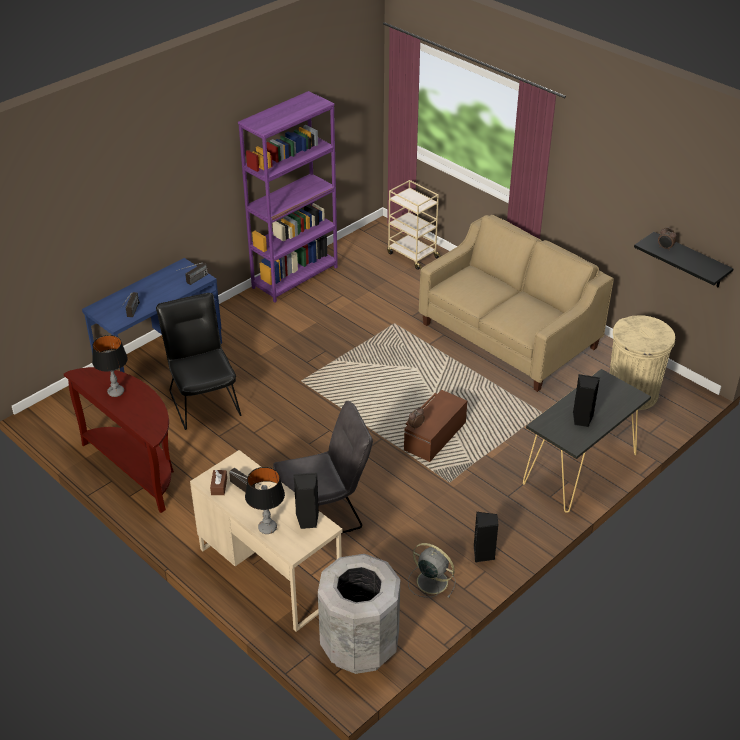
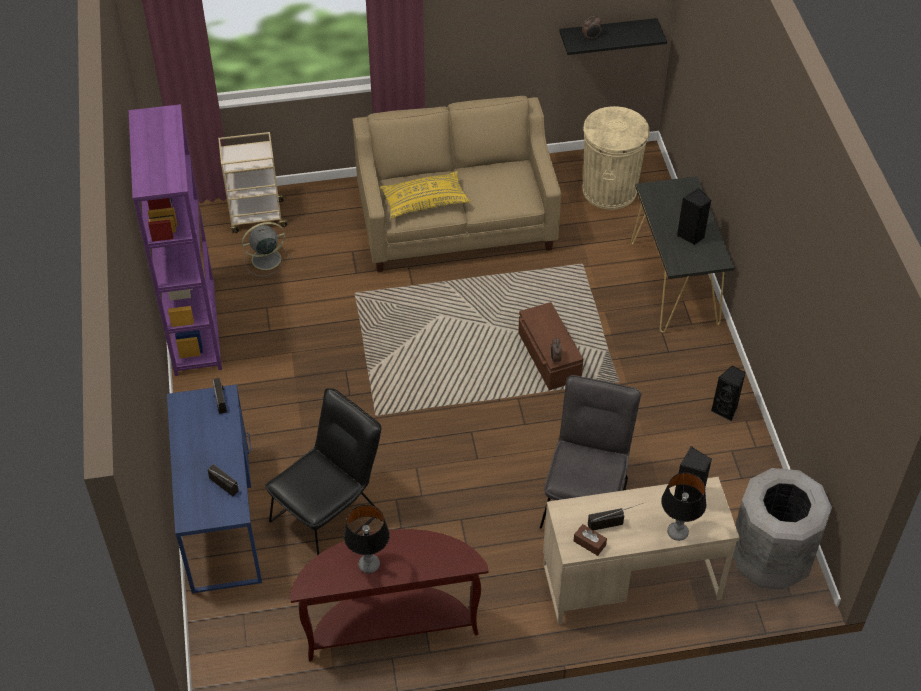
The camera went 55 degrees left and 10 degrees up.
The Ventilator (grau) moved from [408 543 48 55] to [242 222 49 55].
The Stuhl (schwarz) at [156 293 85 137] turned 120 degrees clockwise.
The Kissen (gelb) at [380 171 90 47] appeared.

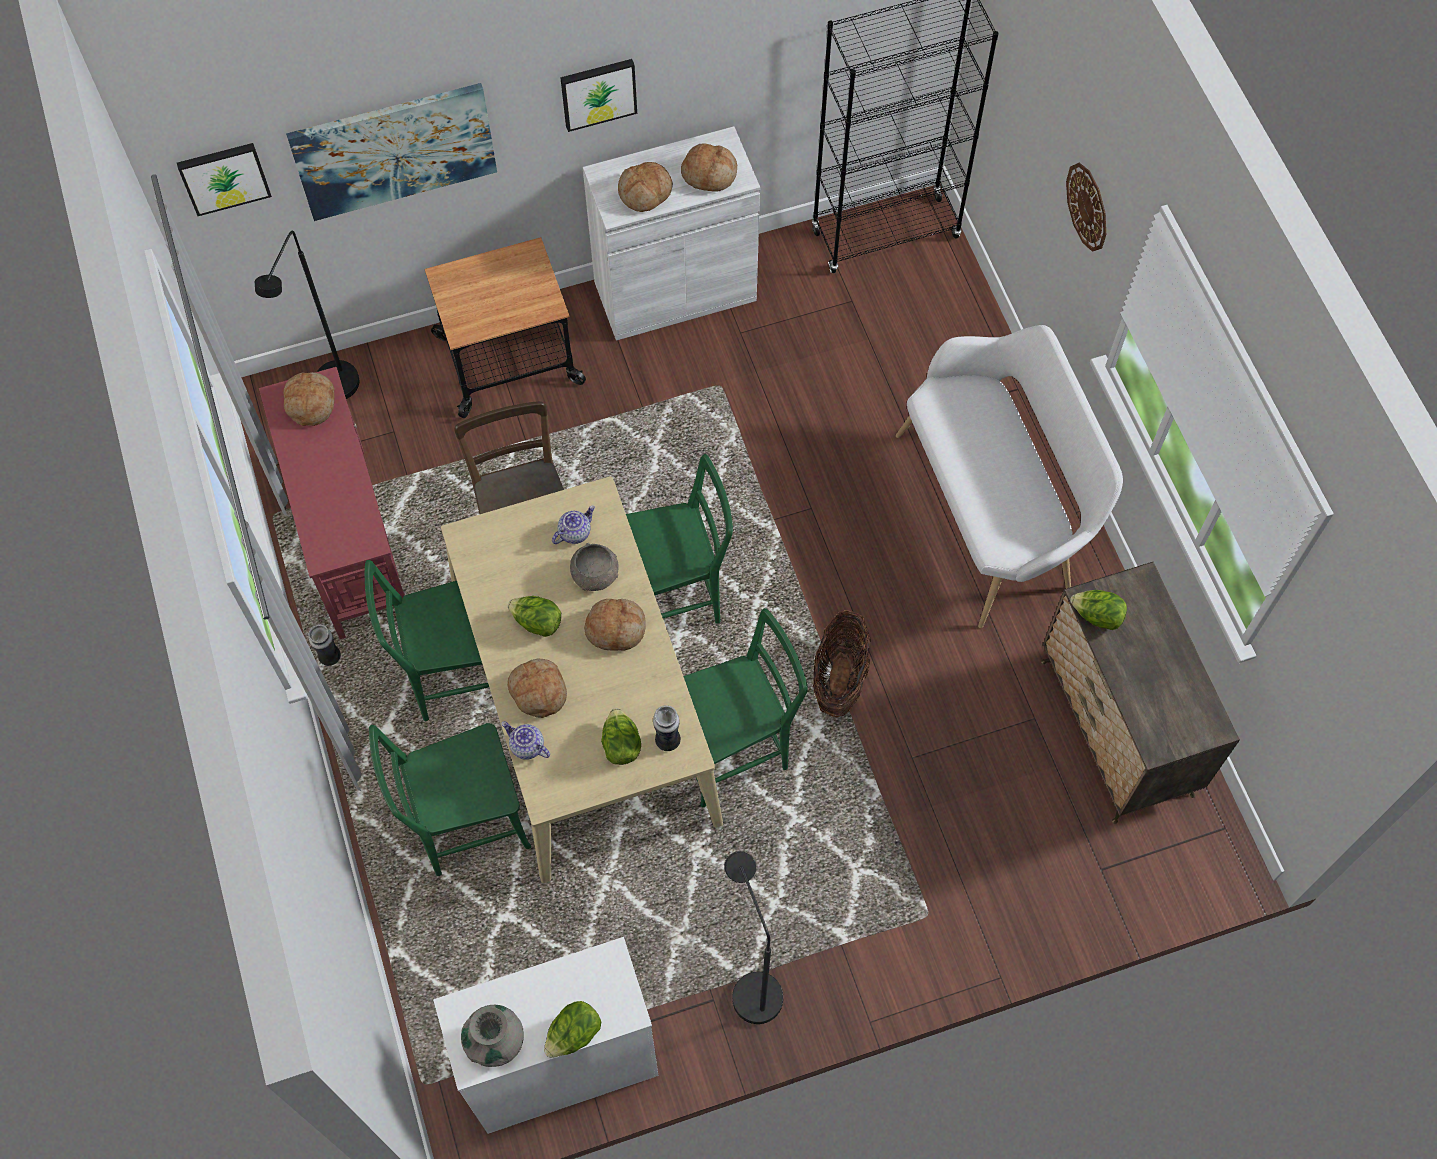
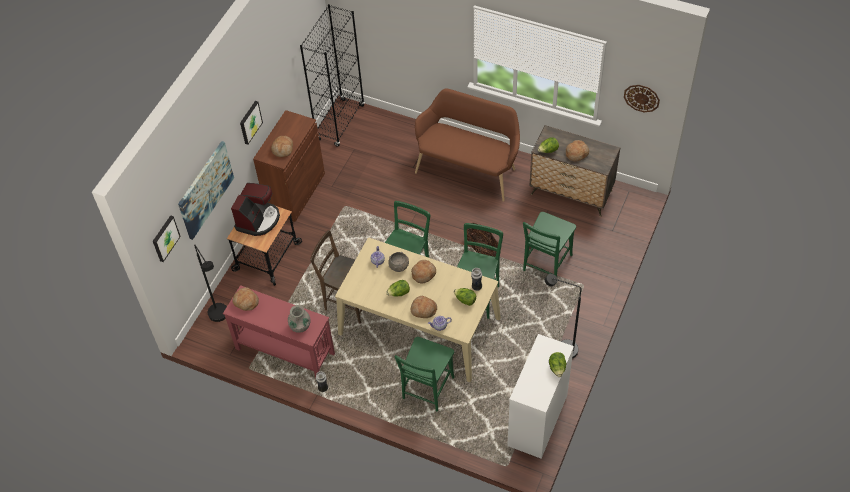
The camera went 45 degrees left and 10 degrees down.
The Kaffeemaschine at [231 183 49 53] appeared.
The Schrank (weiß) at [583 126 177 215] became the Schrank (braun) at [253 110 72 112].
The Vase (grau) moved from [461 1005 63 62] to [288 305 22 28].
The Bank (weiß) at [896 325 227 303] became the Bank (braun) at [415 89 105 113].
The Stuhl (grün) moved from [365 560 124 161] to [523 212 53 65].
The Brot moved from [681 143 56 49] to [566 140 23 21].
The Wanduhr moved from [1066 163 40 89] to [624 85 36 27].

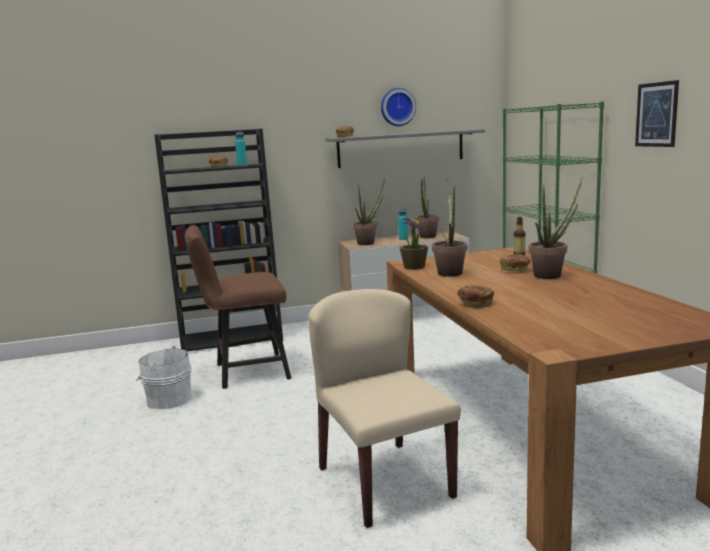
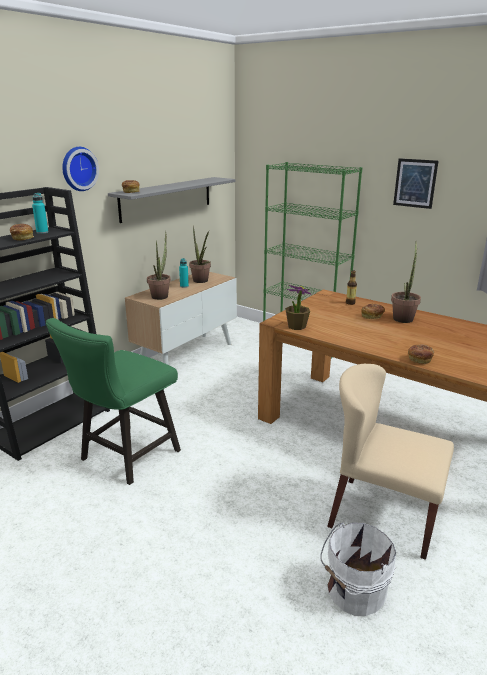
The camera went 40 degrees left and 10 degrees up.
The Stuhl (braun) at [185 225 106 164] became the Stuhl (grün) at [46 318 135 167].
The Wanduhr moved from [381 88 35 38] to [62 147 37 44].
The Eimer (weiß) moved from [136 346 56 63] to [320 523 76 93].
The Topfpflanze at [432 179 35 98] disappeared.

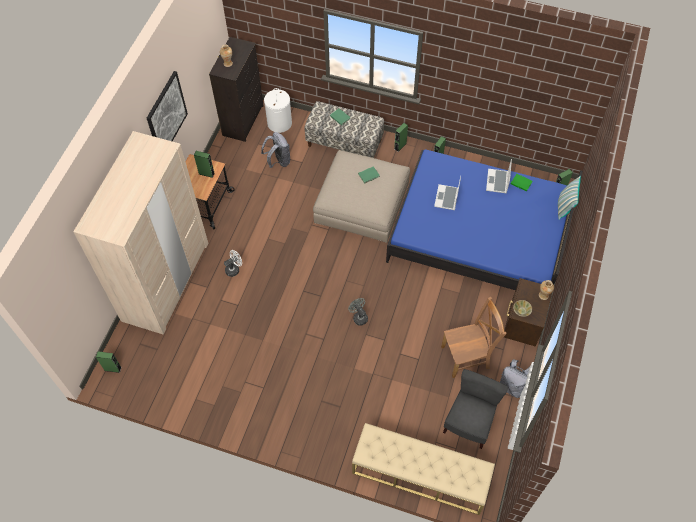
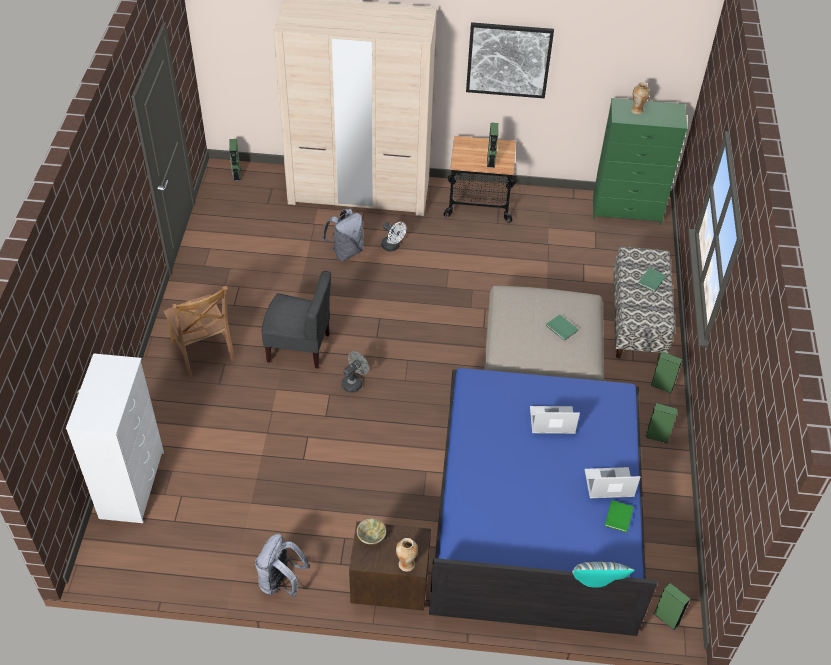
The camera went 75 degrees right and 10 degrees down.
The Bank (beige) at [352 423 143 92] was replaced by the Kommode (weiß) at [66 353 98 170].
The Stuhl (braun) moved from [441 297 65 81] to [164 286 71 92].
The Stuhl (grau) moved from [443 369 65 80] to [261 271 70 97].
The Rucksack (grau) moved from [261 132 30 36] to [322 209 41 52].
The Kommode (schwarz) at [209 37 55 105] became the Kommode (grün) at [593 98 95 127].
The Wäschekorb (weiß) at [264 88 28 45] disappeared.

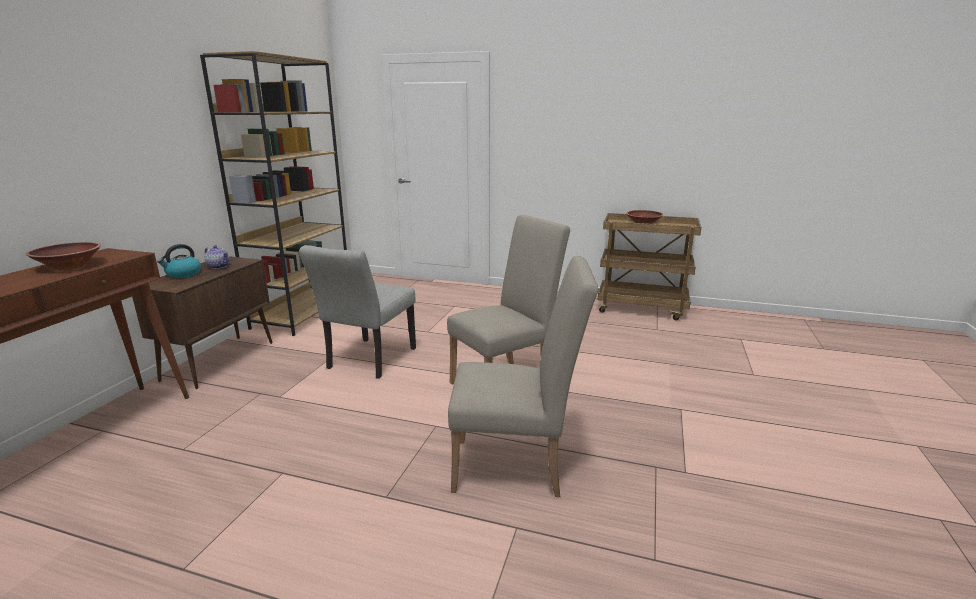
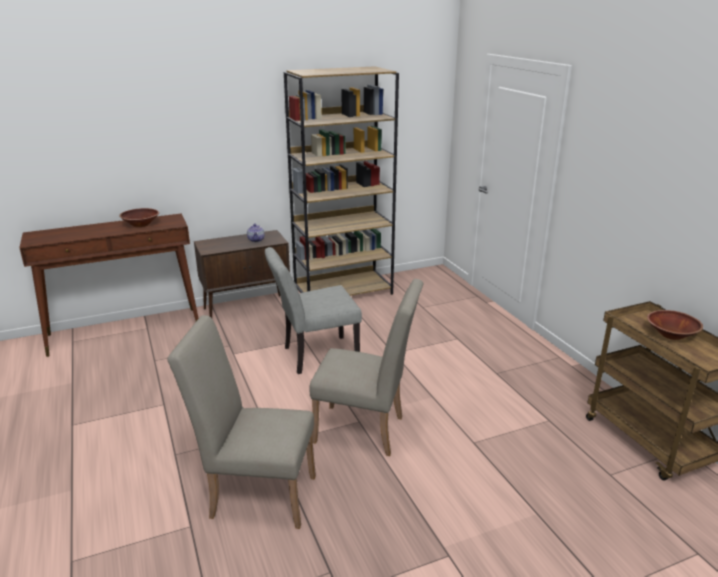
The camera went 50 degrees right and 5 degrees up.
The Stuhl (beige) at [448 256 151 241] turned 135 degrees clockwise.
The Wasserkessel at [157 244 44 34] disappeared.

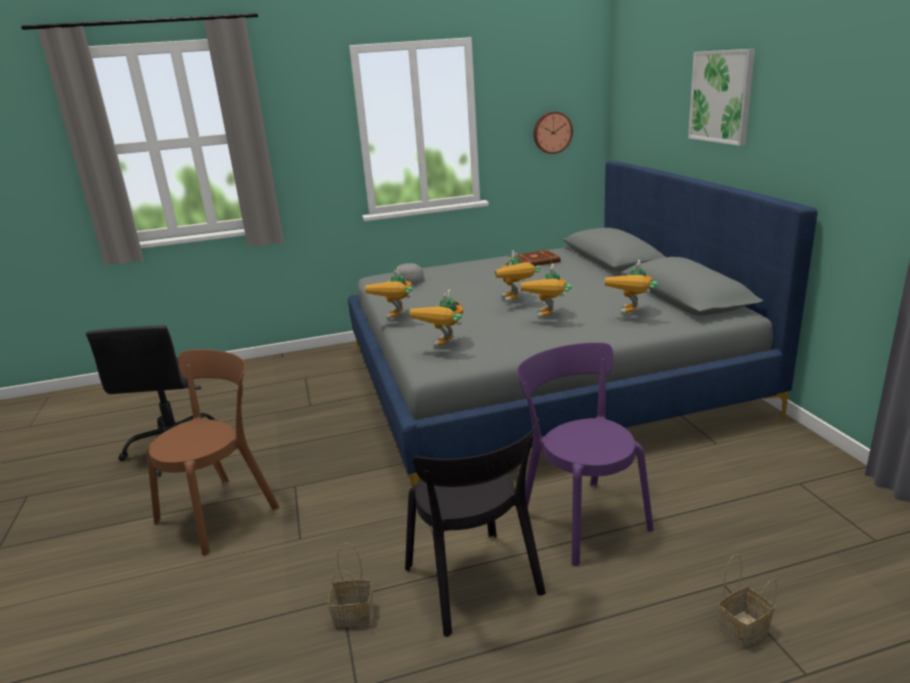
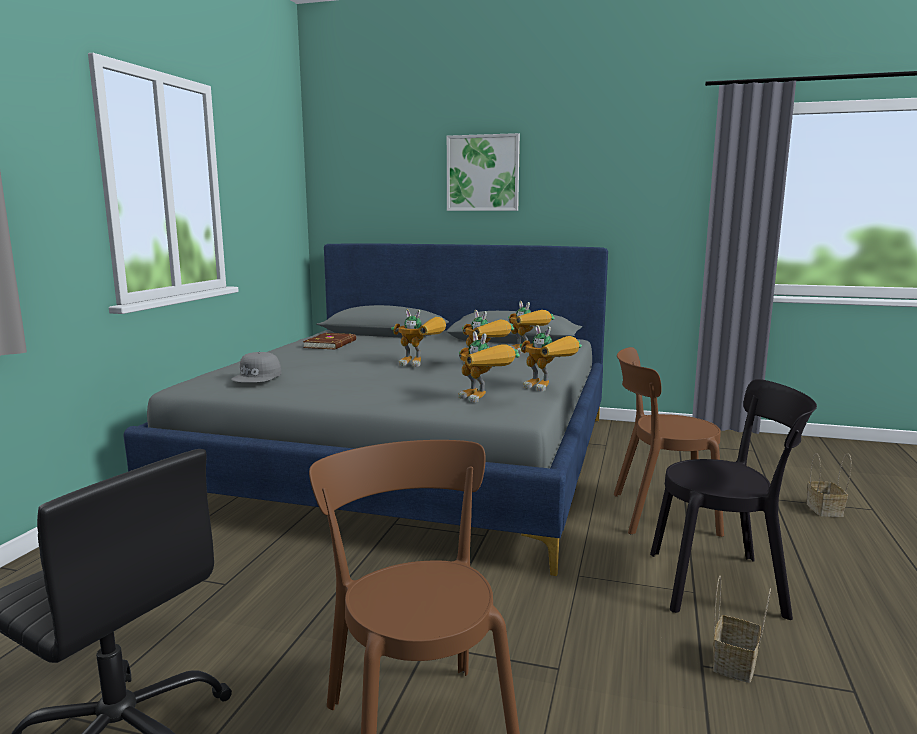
The camera went 60 degrees left and 10 degrees down.
The Spielzeugroboter moved from [365 267 48 53] to [519 325 63 67].
The Stuhl (lila) at [517 342 137 224] became the Stuhl (braun) at [614 347 110 190].
The Wanduhr at [534 111 39 43] disappeared.

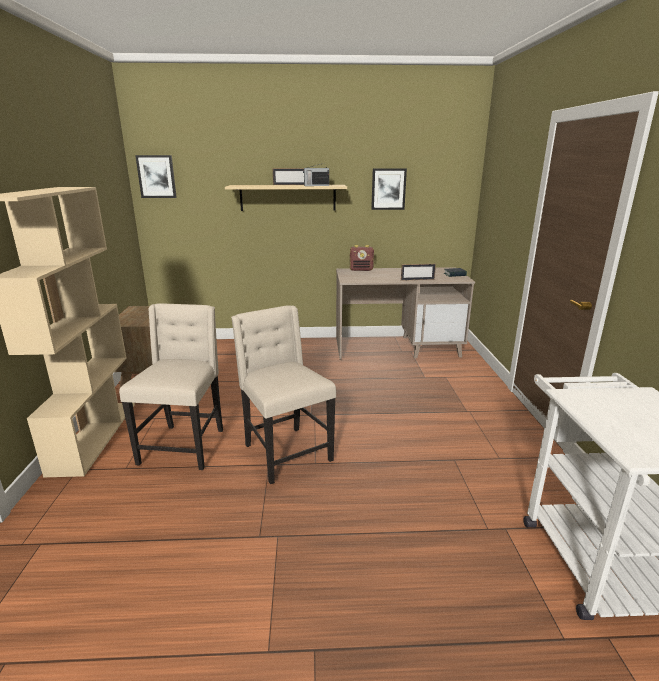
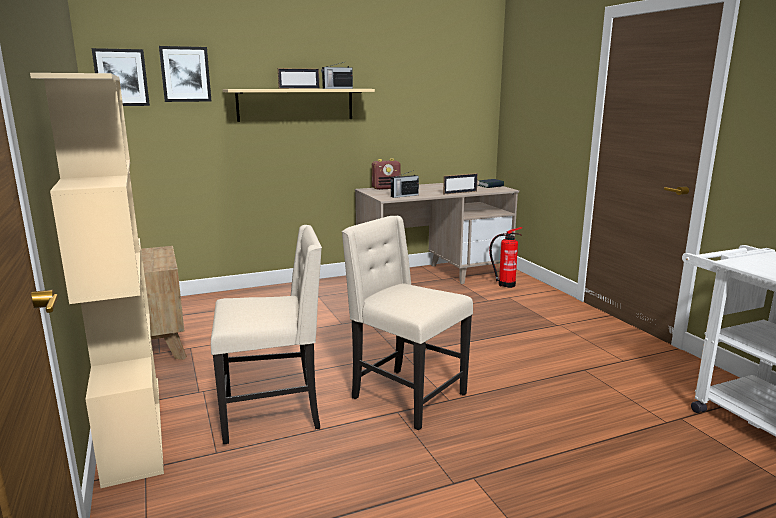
The camera went 20 degrees left and 5 degrees down.
The Bild moved from [371 168 36 42] to [159 46 53 56].
The Stuhl (beige) at [119 303 104 167] turned 90 degrees clockwise.
The Radio at [390 170 29 28] appeared.
The Feuerlöscher at [489 227 33 61] appeared.

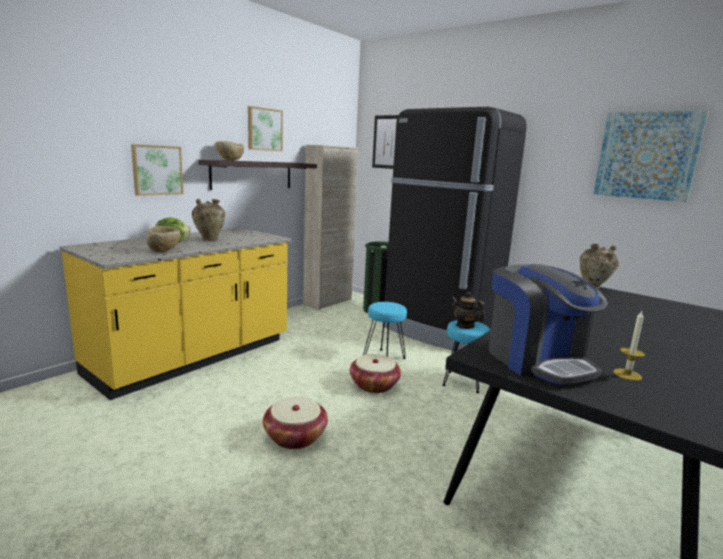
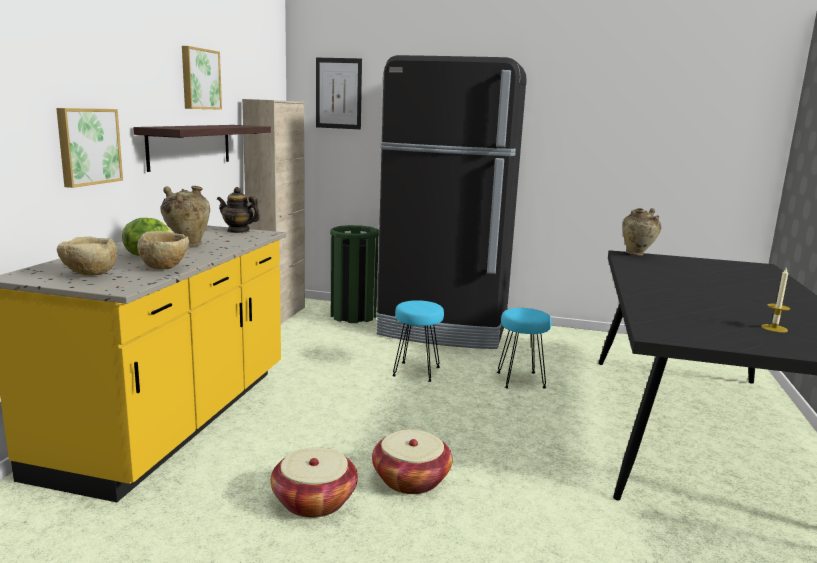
The camera went 25 degrees left and 0 degrees up.
The Schüssel (beige) moved from [215 141 29 20] to [57 236 60 40].
The Teekanne moved from [451 291 34 38] to [217 187 43 46].
The Korb moved from [350 354 51 39] to [270 447 88 71].
The Kaffeemaschine at [489 264 119 121] disappeared.
The Bild at [593 110 115 92] disappeared.

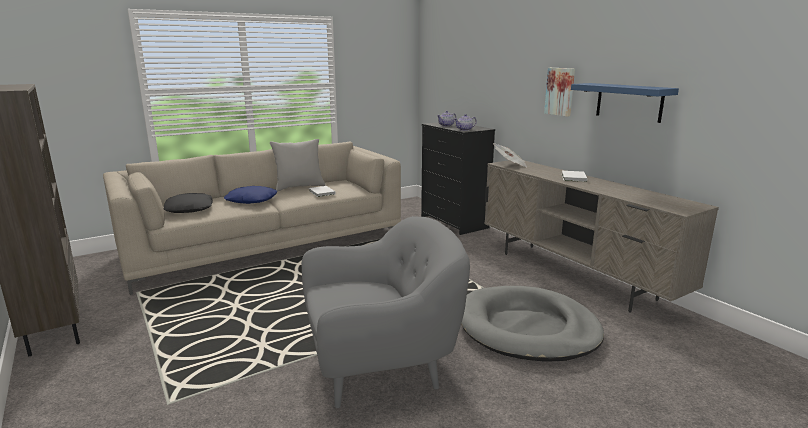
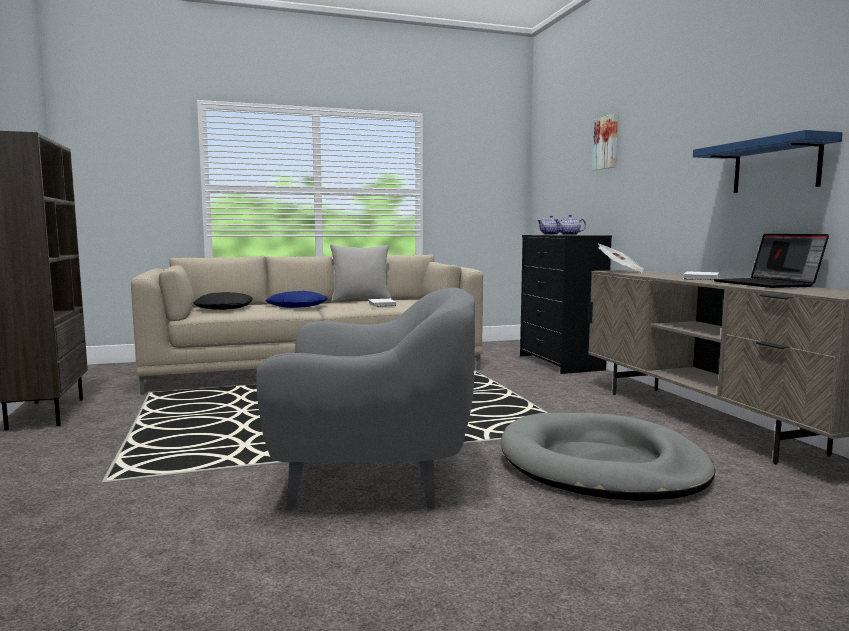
The camera went 15 degrees right and 10 degrees down.
The Bild moved from [544 68 31 49] to [592 114 26 57].
The Laptop at [714 234 115 54] appeared.

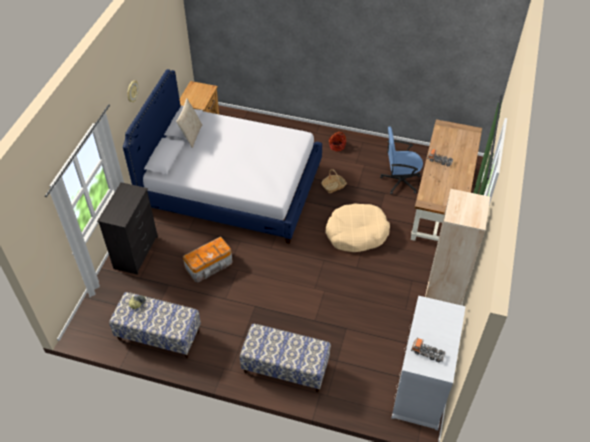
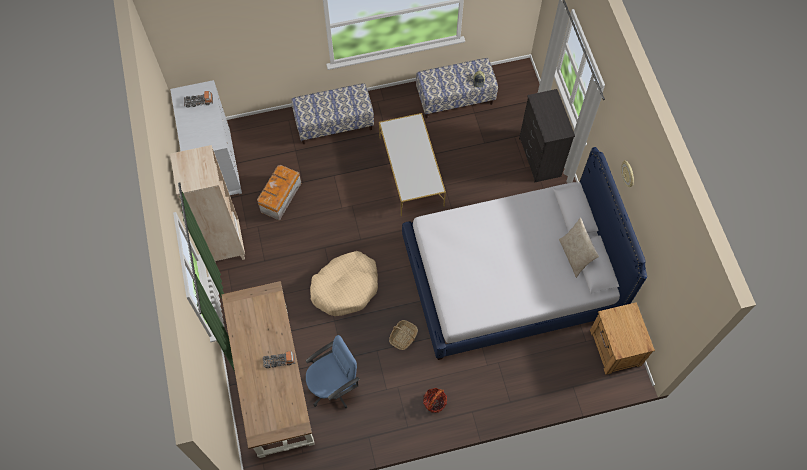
The camera went 150 degrees right and 15 degrees up.
The Aufbewahrungsbox moved from [183 236 50 46] to [257 165 44 56].
The Couchtisch (weiß) at [379 113 67 103] appeared.

